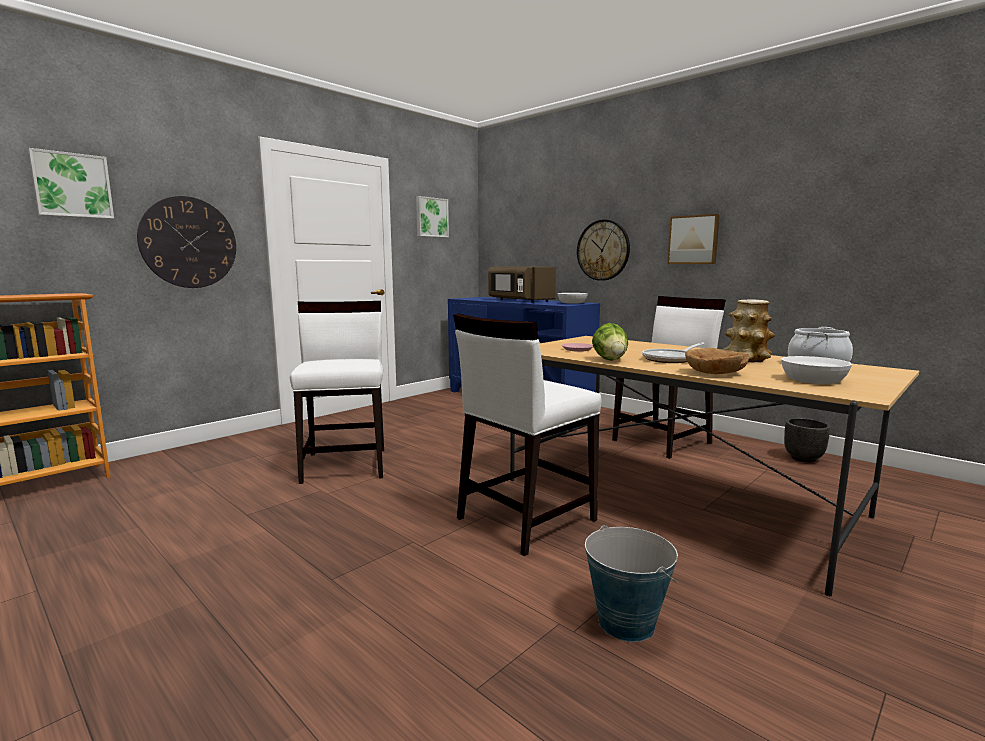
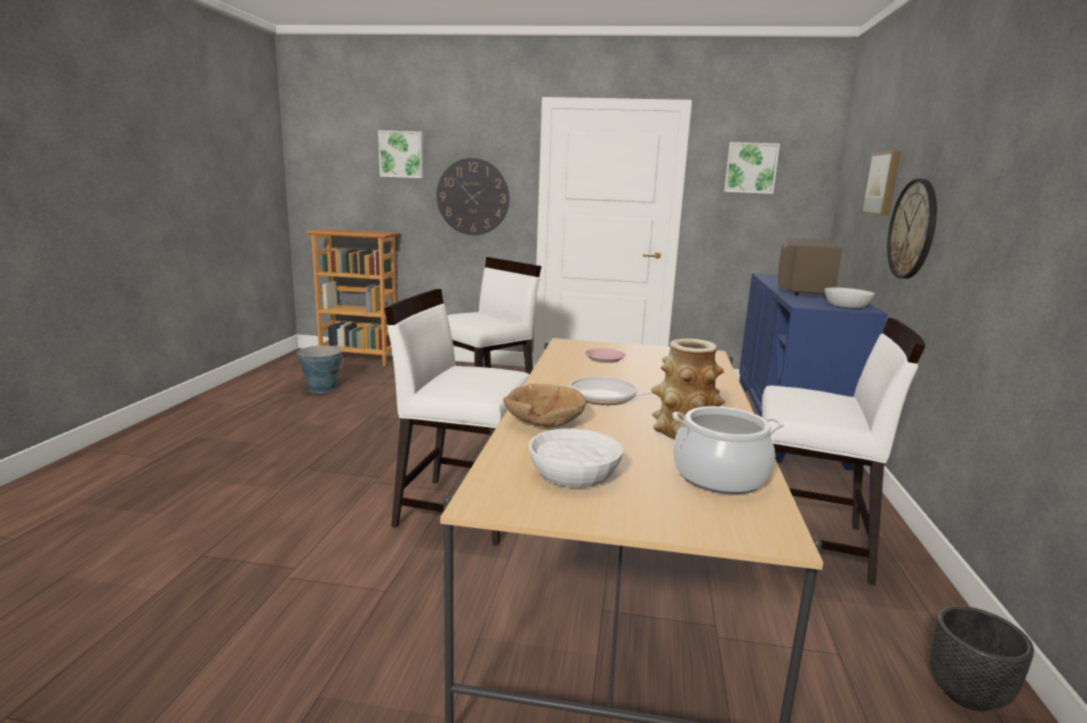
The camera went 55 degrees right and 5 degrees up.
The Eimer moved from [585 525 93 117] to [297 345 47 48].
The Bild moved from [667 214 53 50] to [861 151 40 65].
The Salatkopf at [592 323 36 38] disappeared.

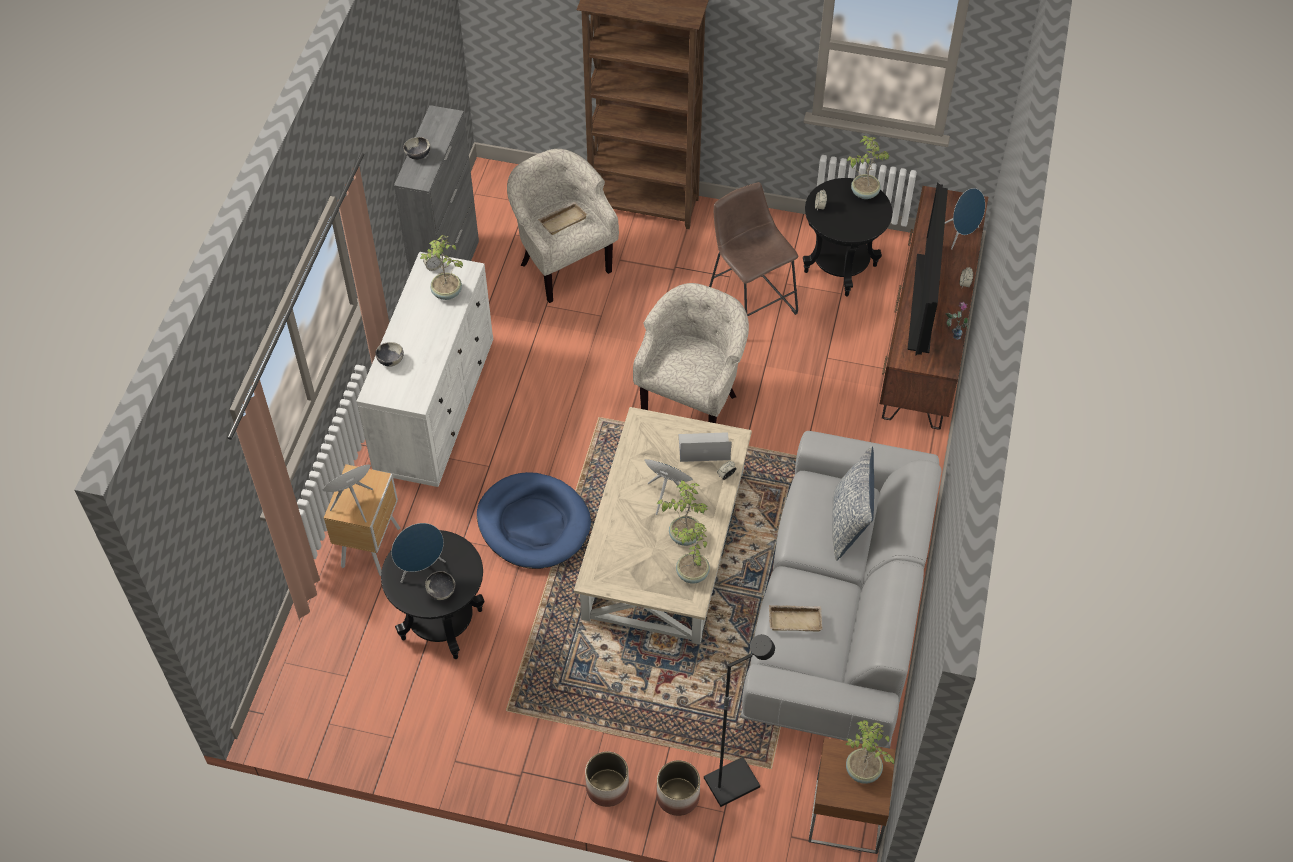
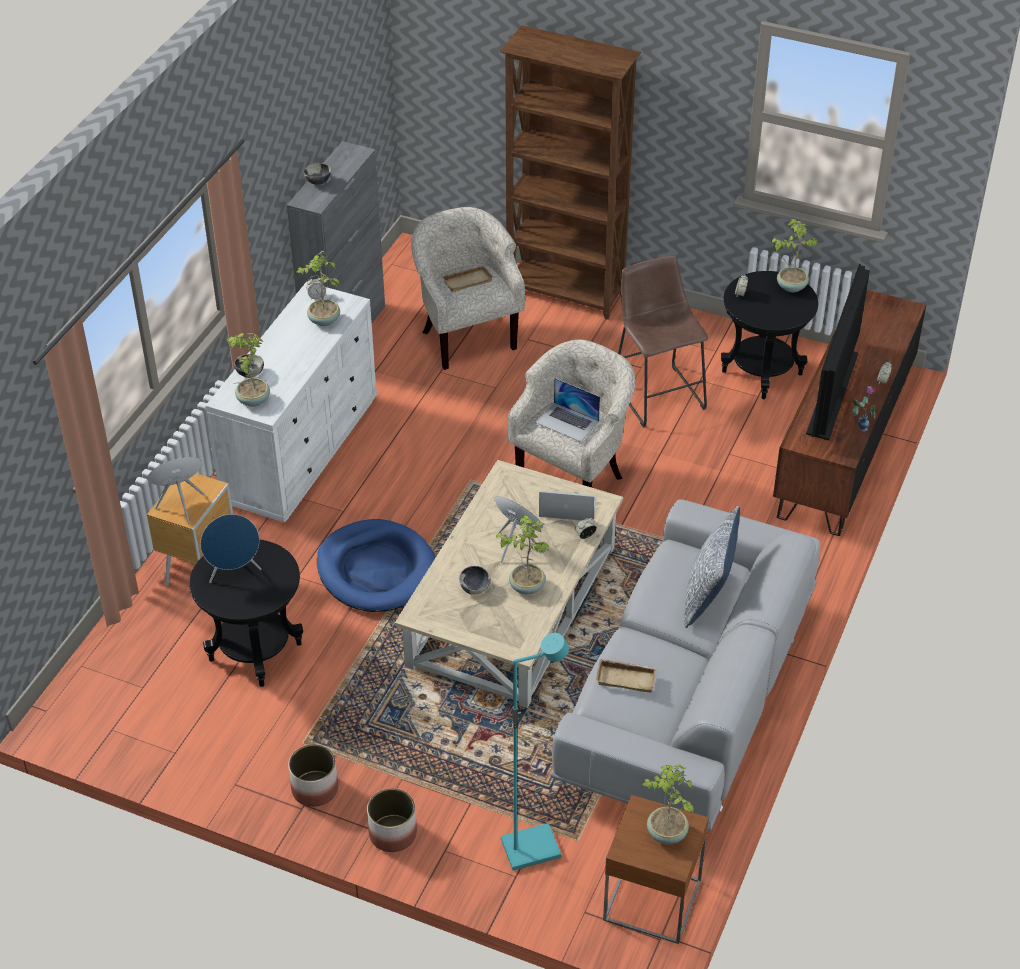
The camera went 10 degrees right and 10 degrees down.
The Topfpflanze moved from [672 523 38 61] to [227 333 43 74].
The Pflanzkübel moved from [656 760 44 56] to [288 744 50 63].
The Schüssel moved from [425 571 30 29] to [459 566 32 29].
The Stehlampe (schwarz) at [704 634 71 173] became the Stehlampe (türkis) at [501 633 68 238].
The Laptop at [536 378 64 64] appeared.
The Lautsprecher (blau) at [945 188 40 62] disappeared.

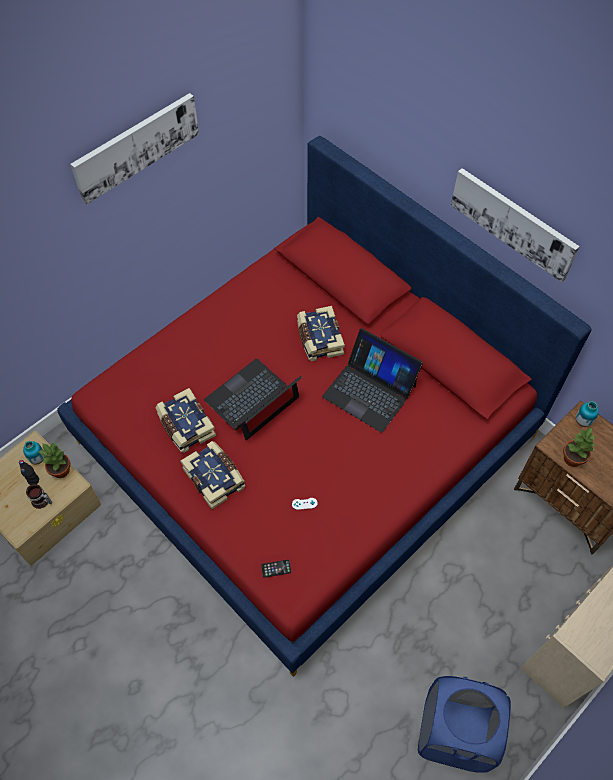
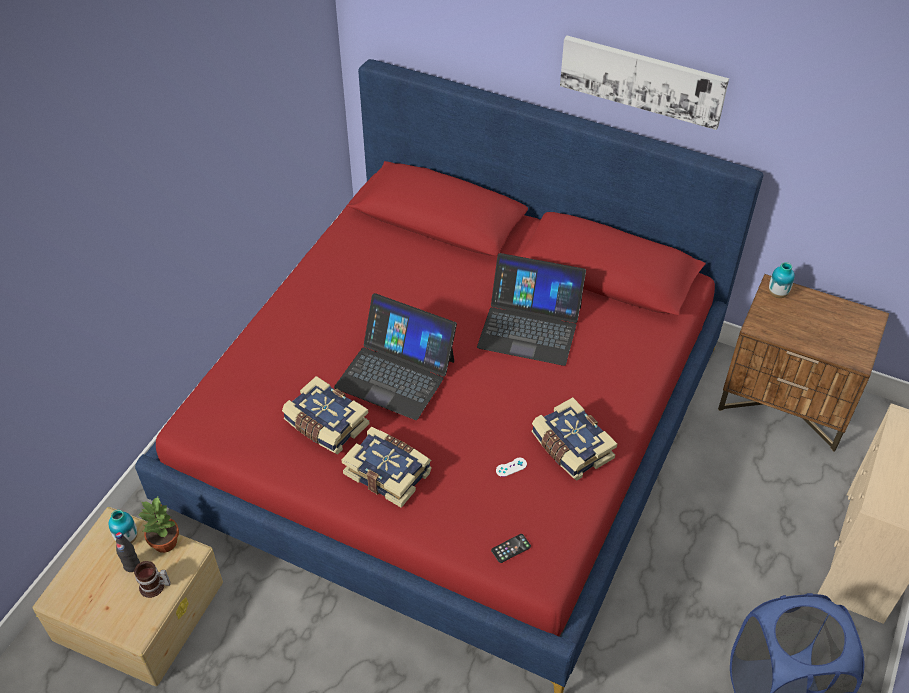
The camera went 20 degrees left and 10 degrees down.
The Laptop at [204 359 98 81] turned 90 degrees counterclockwise.
The Buch moved from [297 306 48 55] to [532 397 85 84].
The Bild at [70 93 129 112] disappeared.
The Topfpflanze at [563 428 32 39] disappeared.

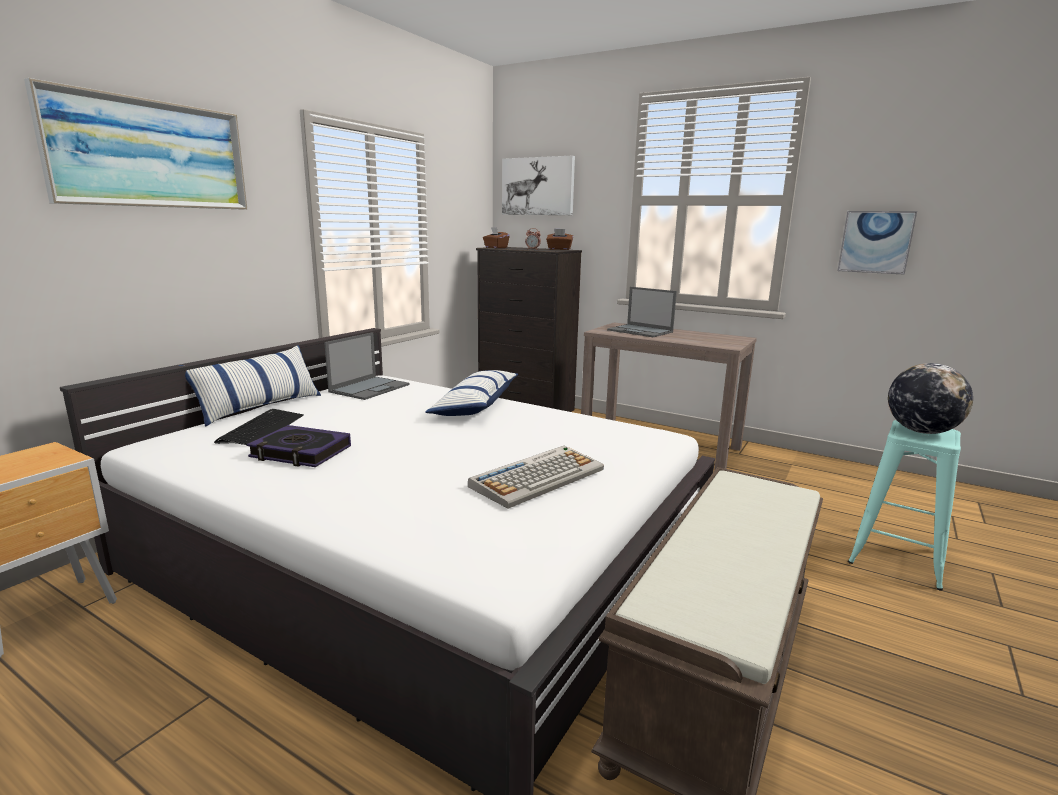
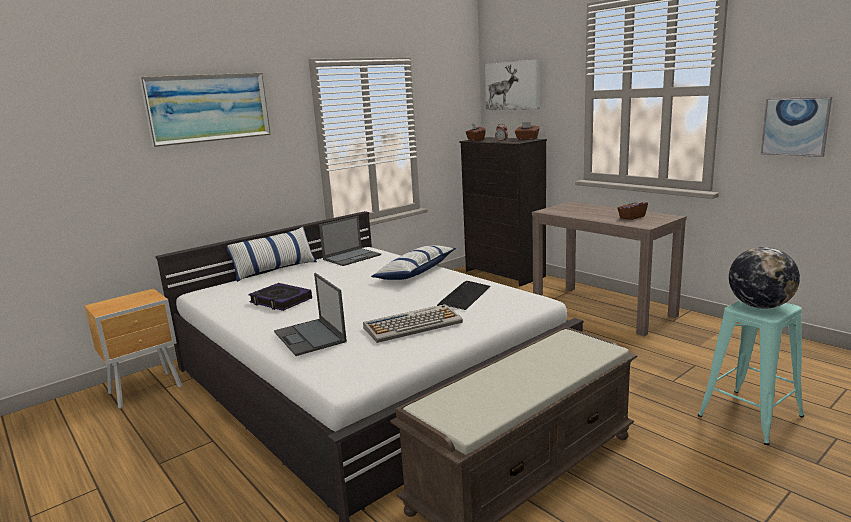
The camera went 20 degrees right and 0 degrees up.
The Laptop moved from [607 287 70 50] to [274 273 73 83].
The Tastatur moved from [214 409 90 36] to [437 281 53 29].
The Taschentuchbox (braun) at [617 196 31 24] appeared.

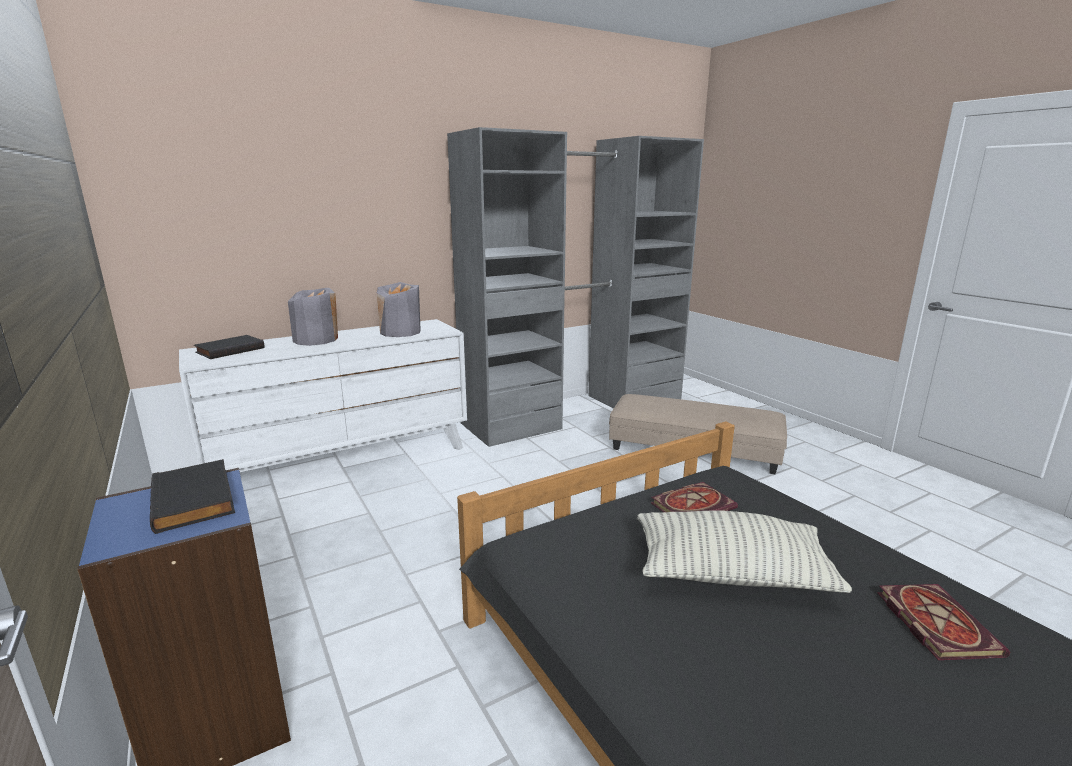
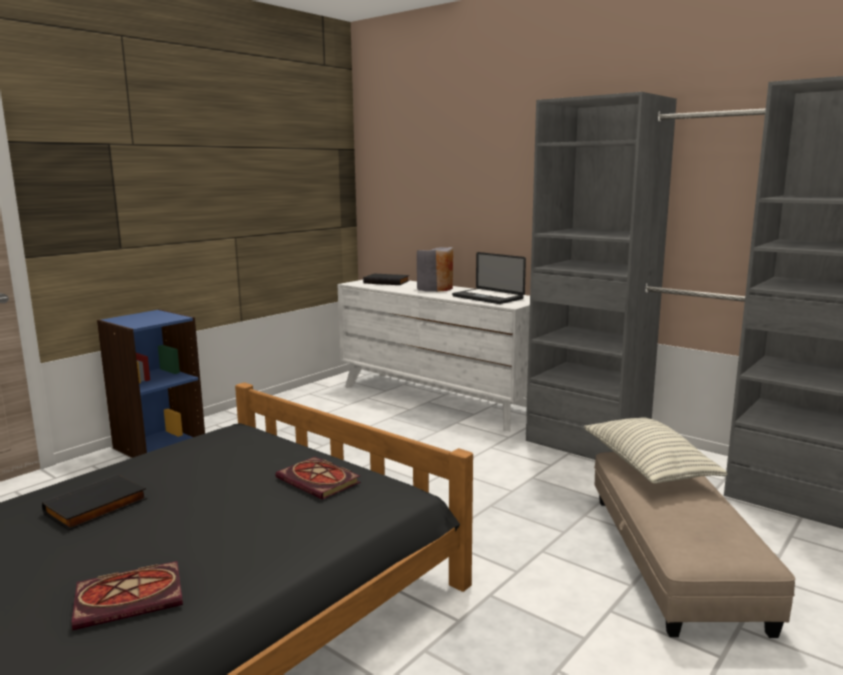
The camera went 70 degrees right and 5 degrees down.
The Buch (schwarz) moved from [150 459 85 75] to [42 474 105 56].
The Vase (grau) at [377 282 44 55] was replaced by the Laptop at [452 252 74 52].
The Kissen moved from [637 510 215 83] to [584 417 144 67].

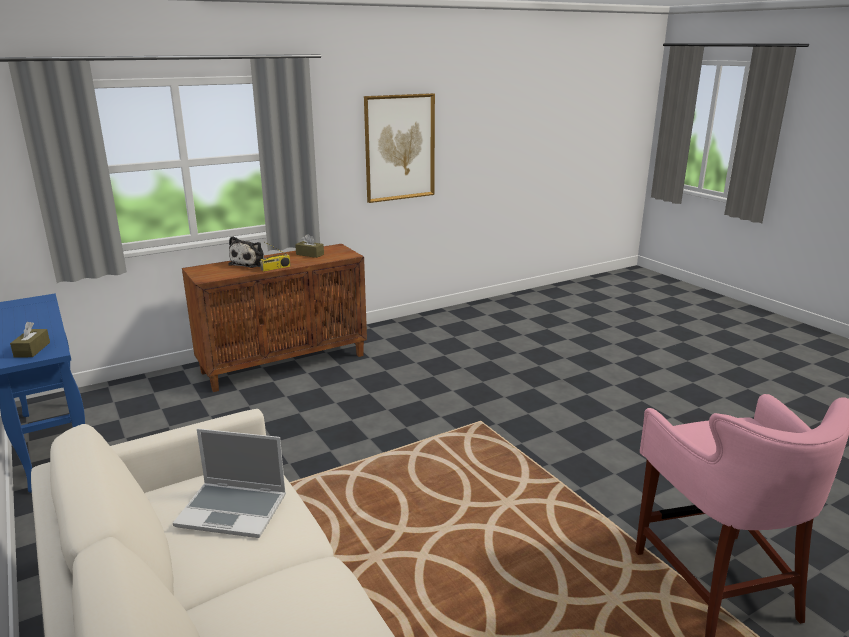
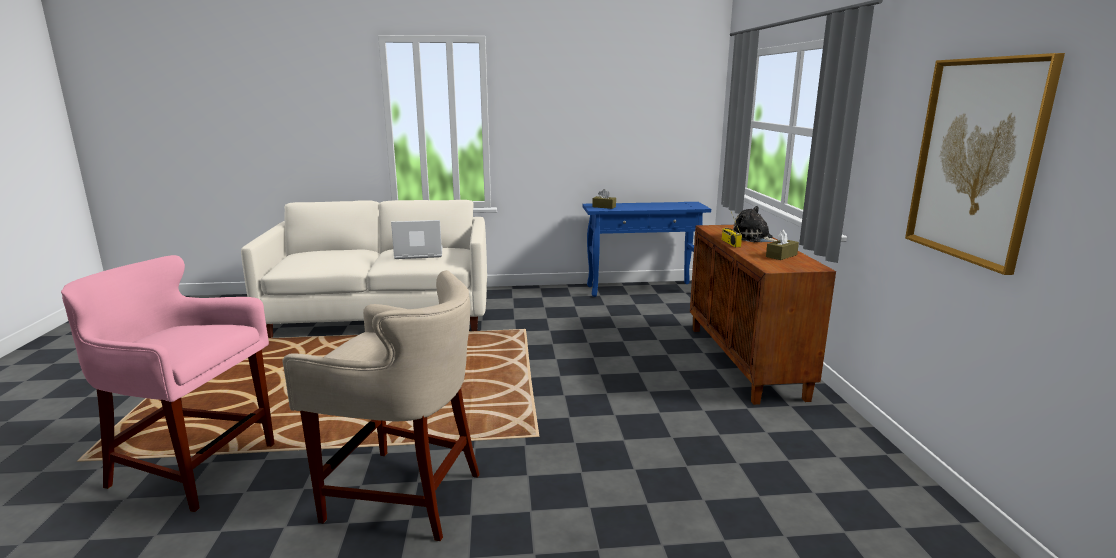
The camera went 115 degrees right and 5 degrees down.
The Hocker (beige) at [283 270 197 271] appeared.
The Laptop at [173 429 113 109] turned 45 degrees clockwise.

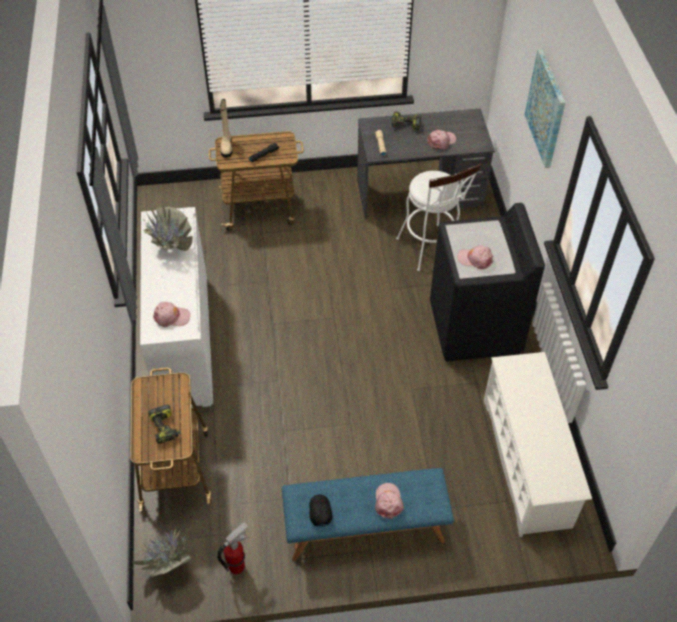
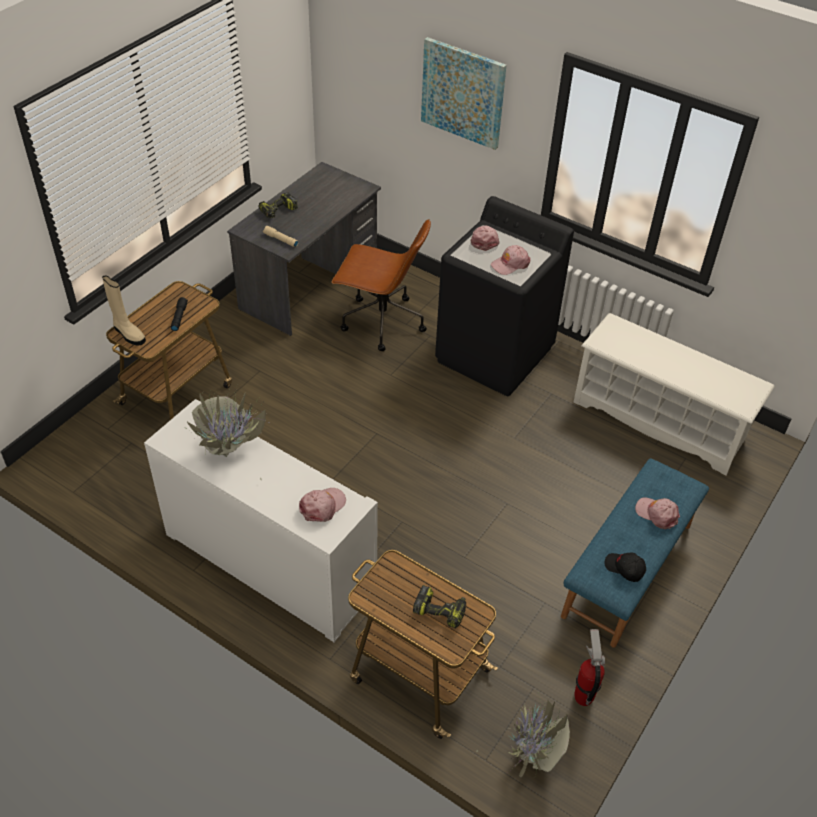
The camera went 50 degrees left and 5 degrees down.
The Hocker (weiß) at [396 163 85 108] was replaced by the Bürostuhl (braun) at [331 219 100 132].
The Kappe (rosa) moved from [427 130 29 19] to [471 225 29 26].

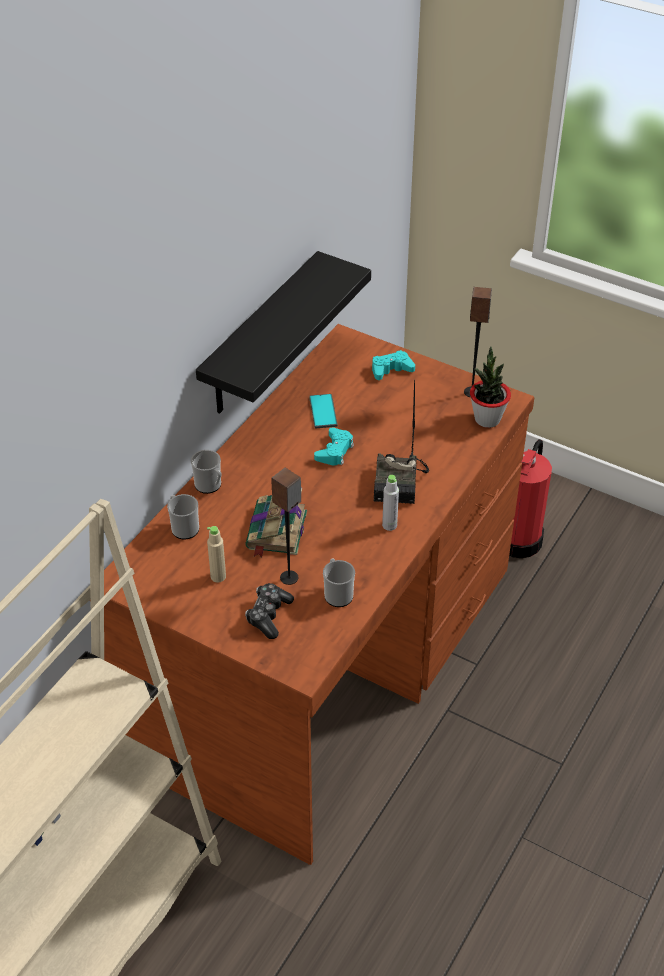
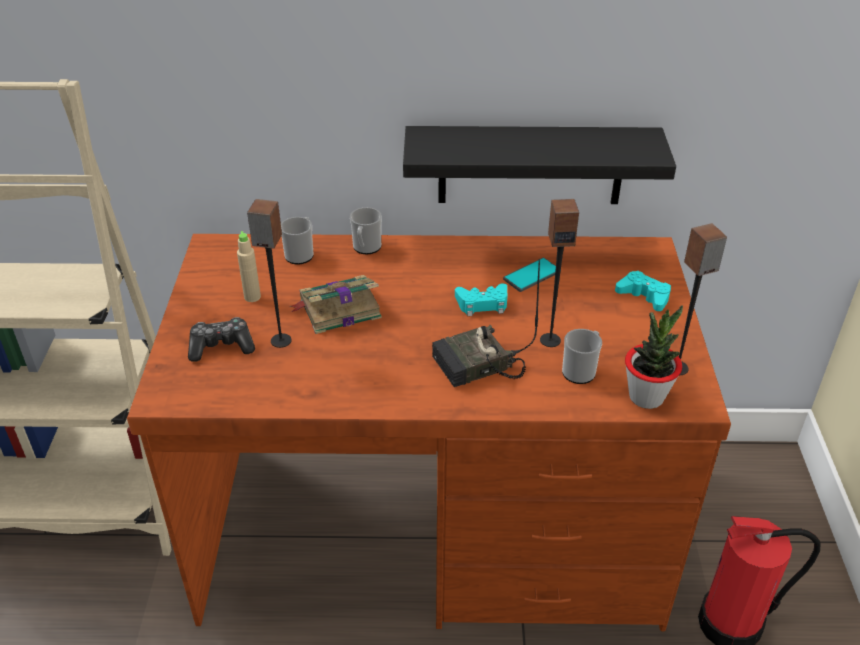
The camera went 60 degrees right and 5 degrees down.
The Lautsprecher at [540 199 39 148] appeared.
The Henkelbecher moved from [323 559 32 48] to [562 329 40 55].
The Flasche (grau) at [382 475 17 56] disappeared.

